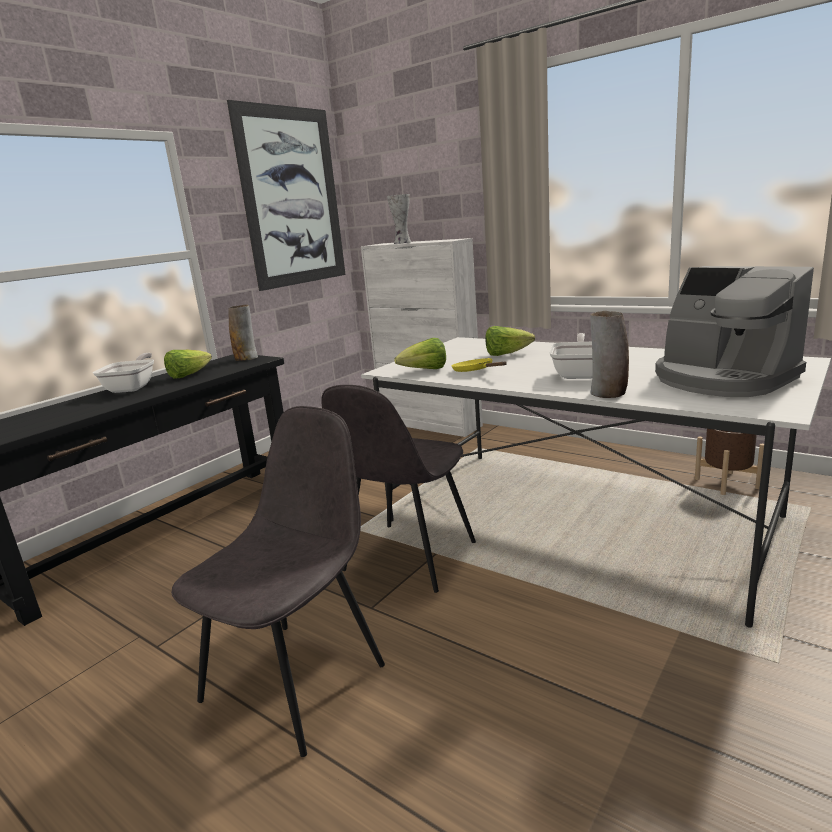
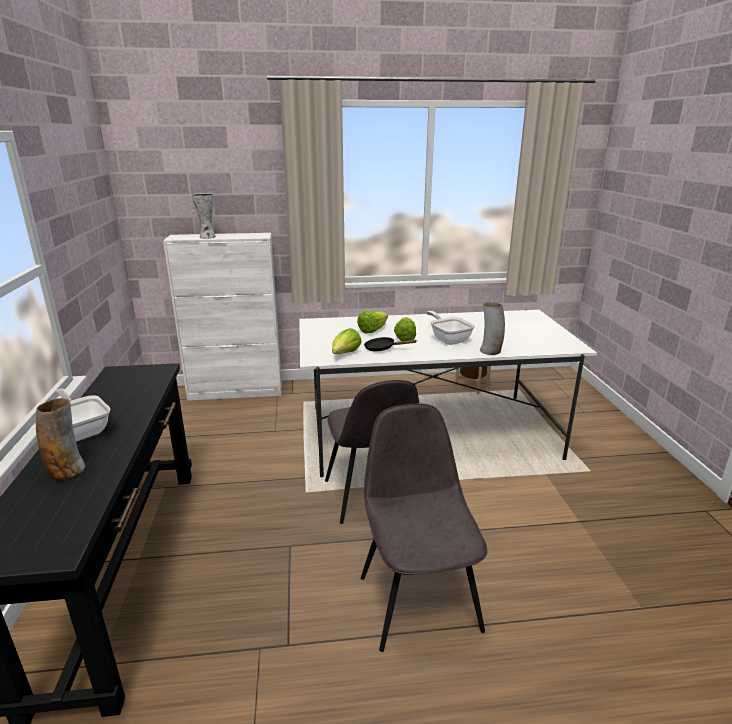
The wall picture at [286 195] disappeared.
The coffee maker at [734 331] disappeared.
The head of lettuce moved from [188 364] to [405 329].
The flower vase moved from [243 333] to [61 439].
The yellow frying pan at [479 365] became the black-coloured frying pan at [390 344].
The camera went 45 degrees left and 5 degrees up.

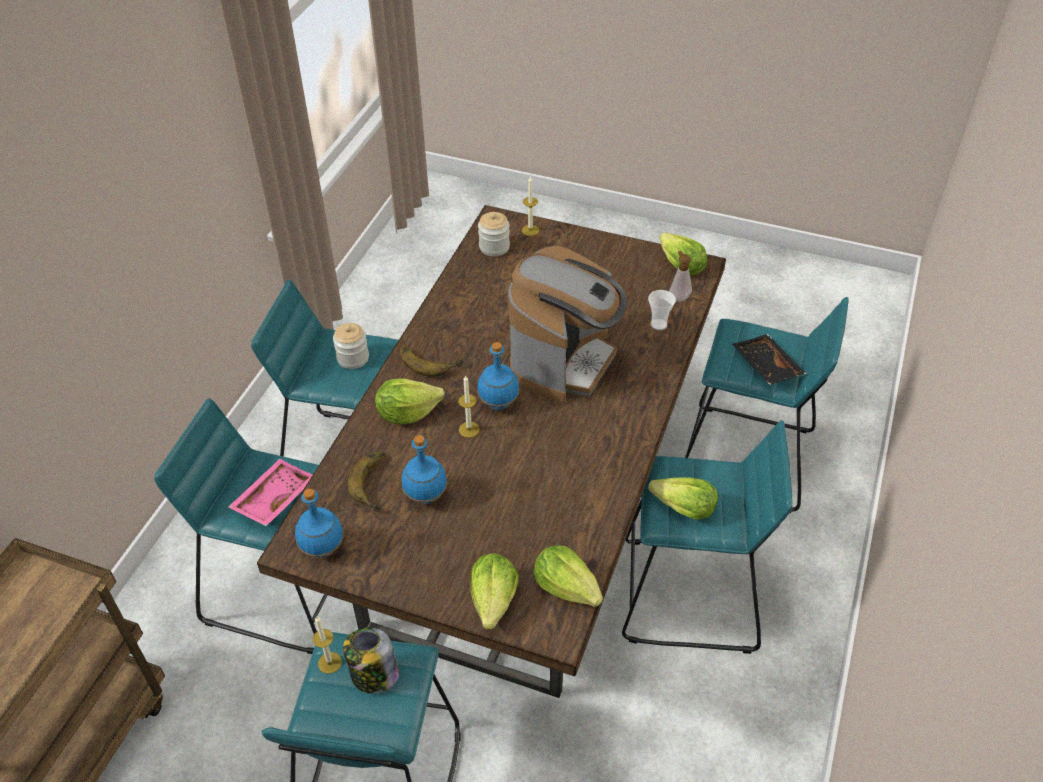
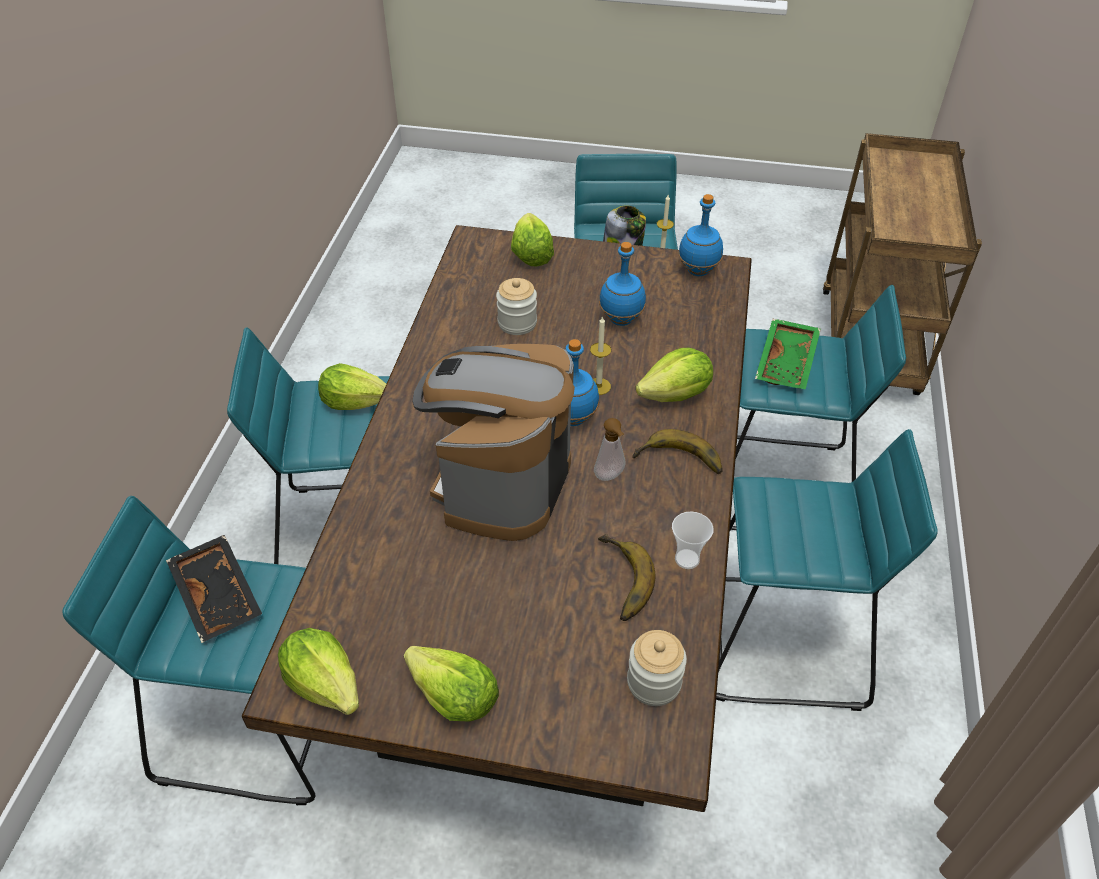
The candle at [530 206] disappeared.
The preserve jar moved from [351 346] to [516 306].
The whole banana moved from [366 482] to [627 577].
The head of lettuce moved from [568 576] to [451 684].
The small cup moved from [662 310] to [693 540].
The soap bottle moved from [680 276] to [610 449].
The pink-coloured tray at [270 492] became the green-coloured tray at [788 354].
The camera went 170 degrees right and 0 degrees up.

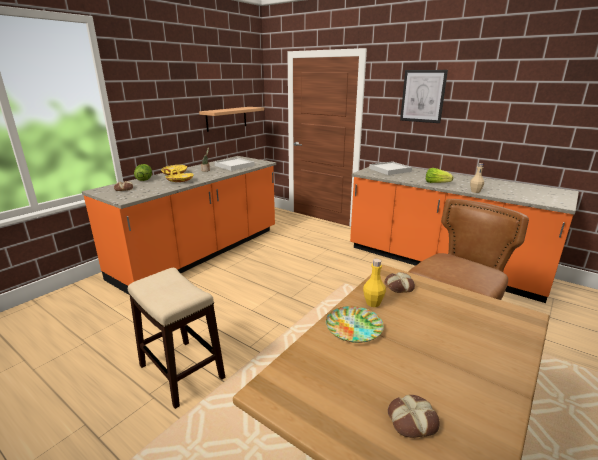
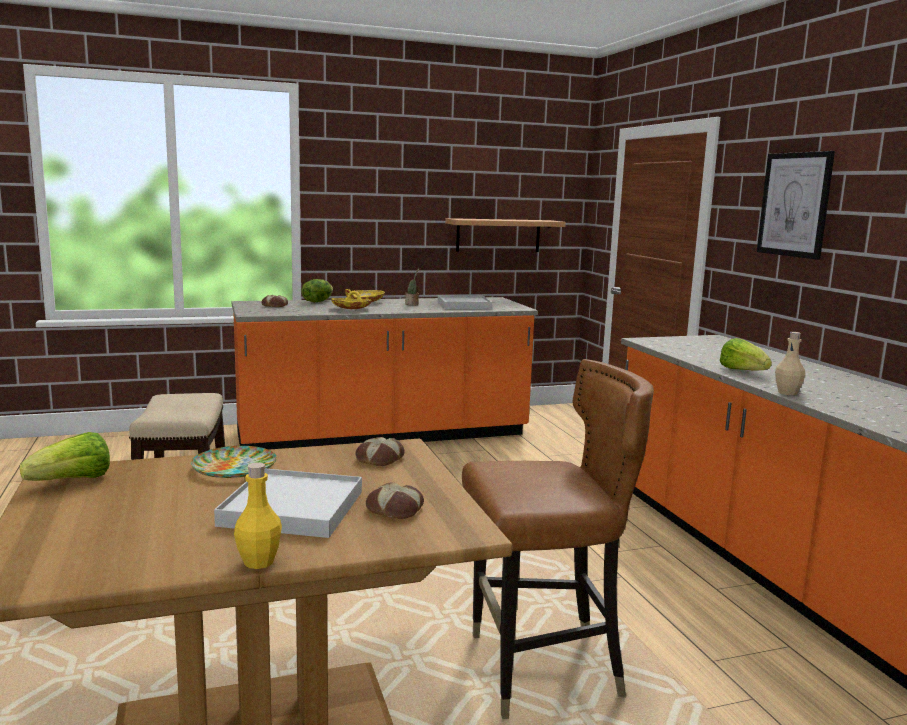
The head of lettuce at [65 456] appeared.
The yellow bottle moved from [374 283] to [258 515].
The whitish tray moved from [390 168] to [288 503].
The bakery bread moved from [414 416] to [395 501].
The camera went 35 degrees right and 10 degrees down.

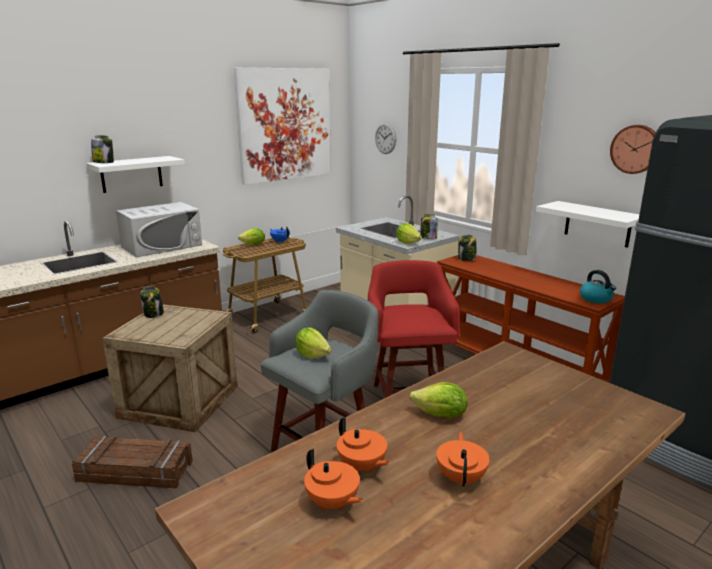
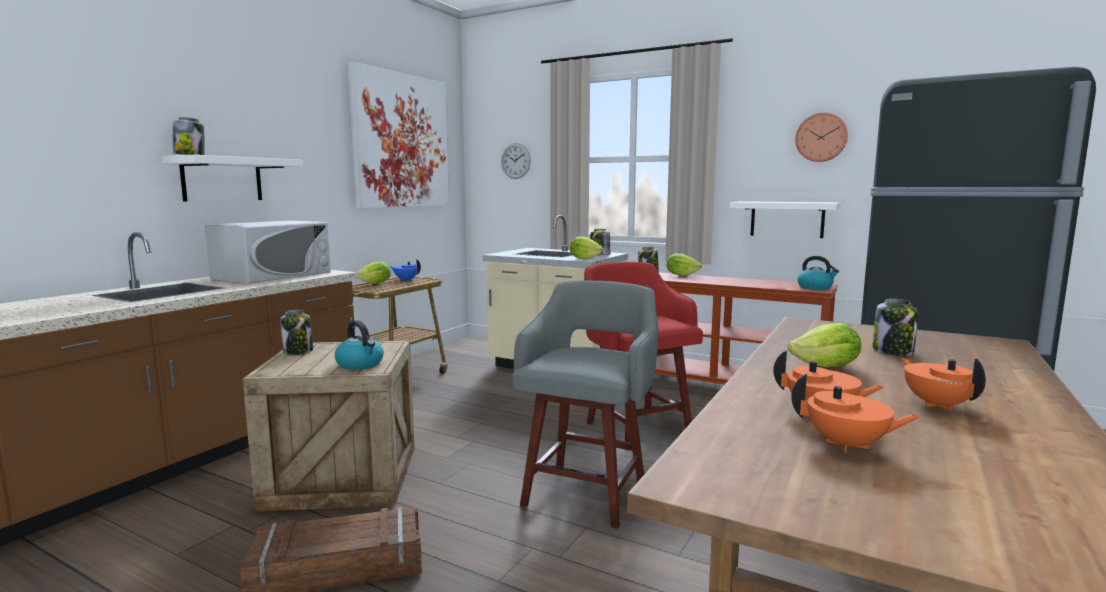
The kettle at [359 345] appeared.
The preserve jar at [895 327] appeared.
The head of lettuce moved from [313 343] to [684 264].
The camera went 20 degrees left and 10 degrees down.

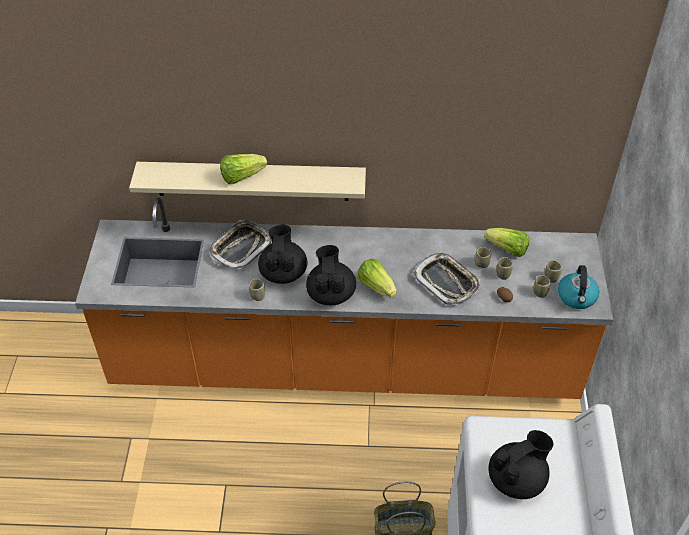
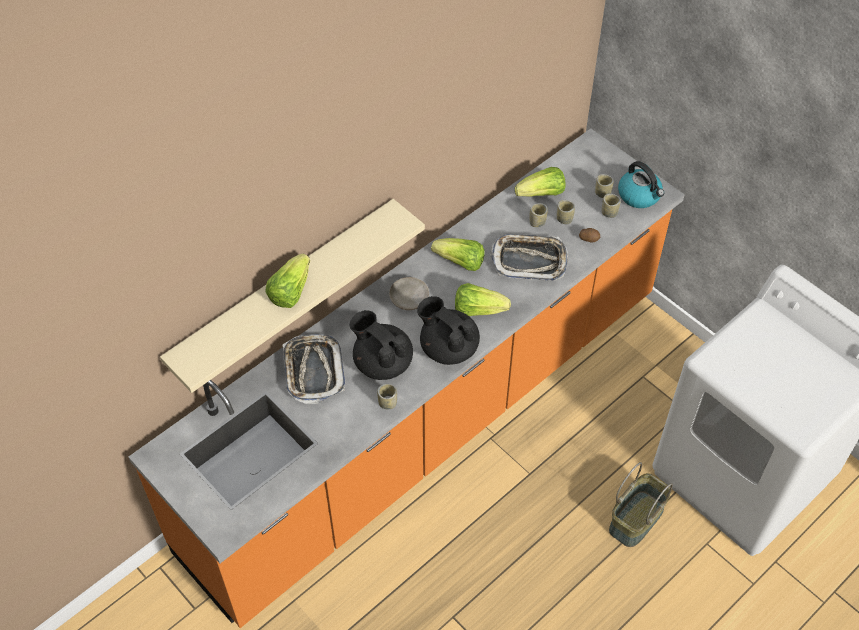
The black-coloured teapot at [521 464] disappeared.
The beige-coloured dinner plate at [409 293] appeared.
The head of lettuce at [458 254] appeared.
The camera went 45 degrees left and 5 degrees up.

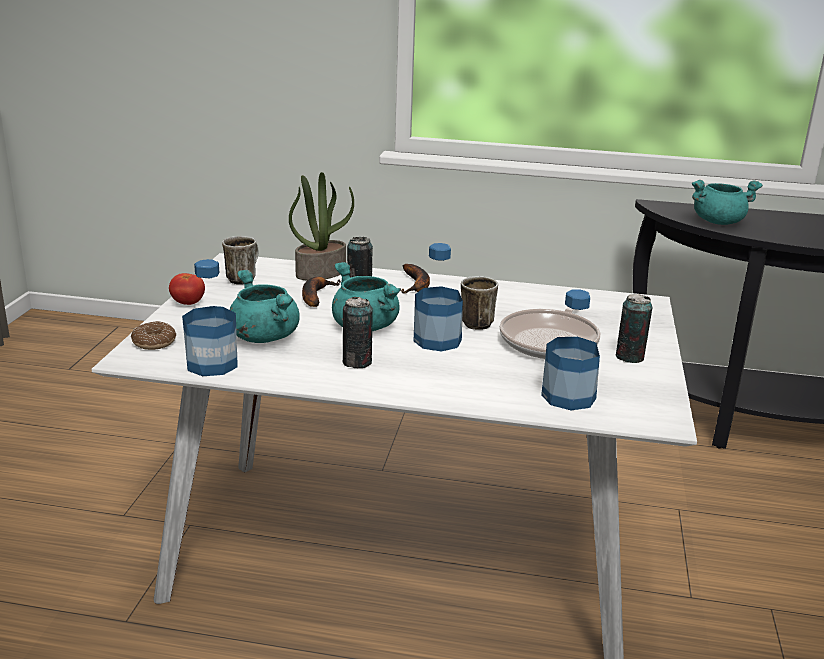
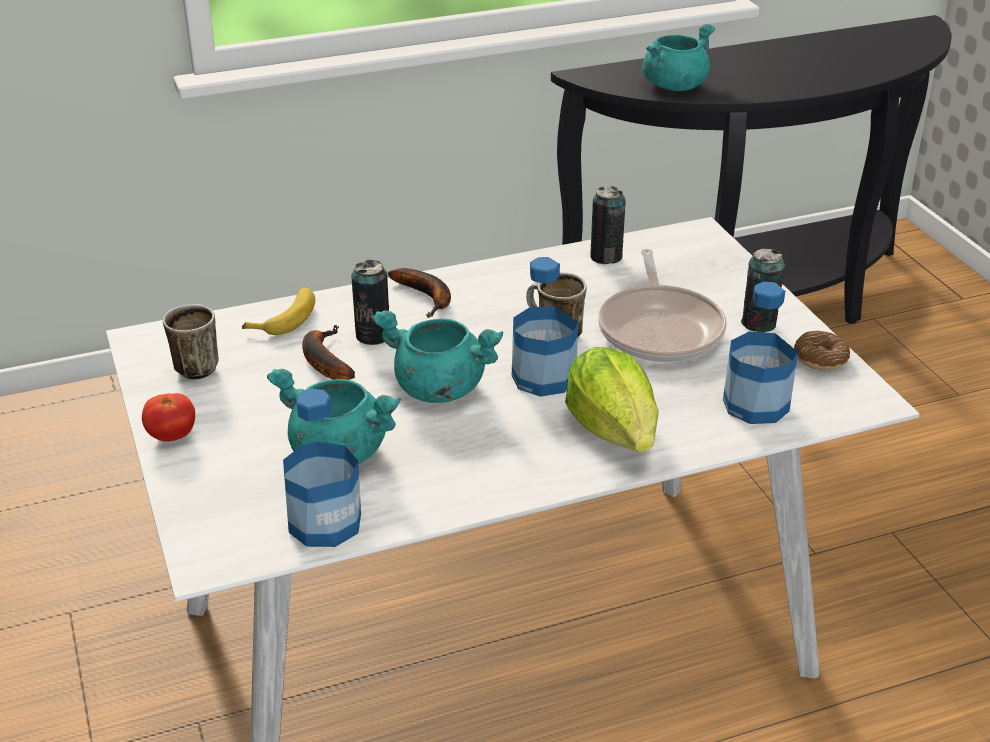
The head of lettuce at [612 399] appeared.
The doughnut moved from [153 335] to [822 351].
The sealed can moved from [358 332] to [608 225].
The potted plant at [321 226] was replaced by the whole banana at [278 311].
The camera went 30 degrees left and 10 degrees up.

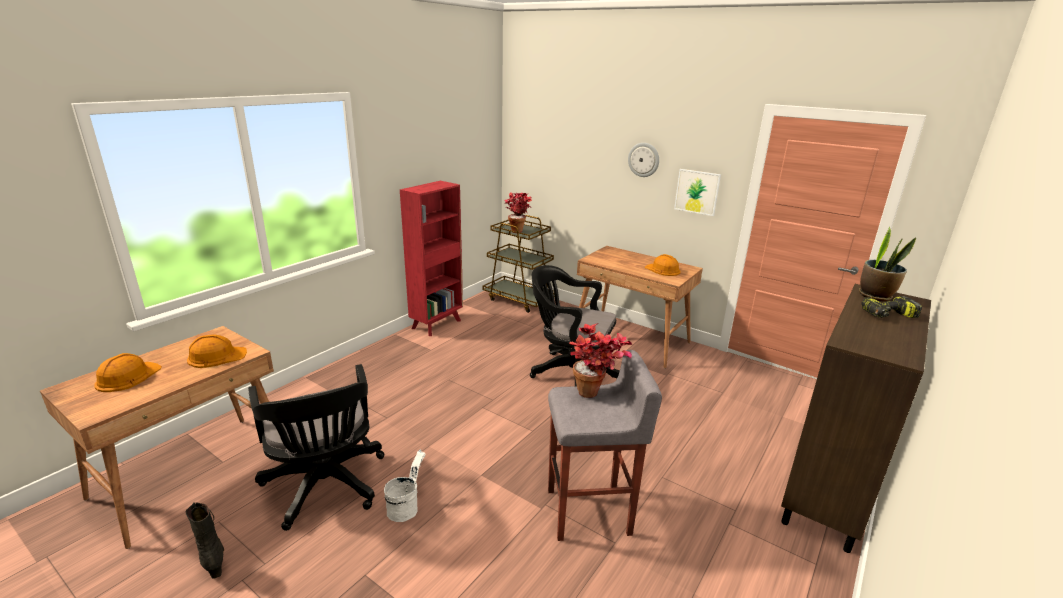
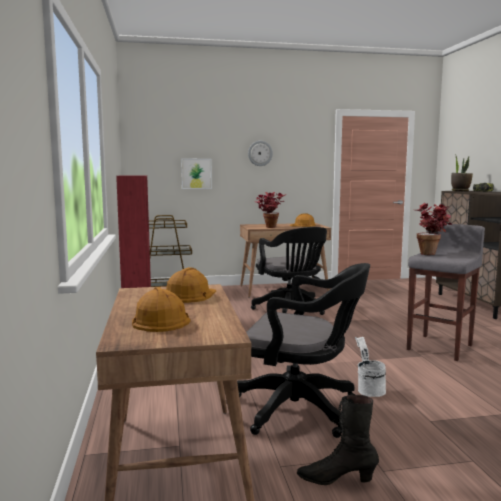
The potted plant moved from [518 212] to [269 210].
The wall picture moved from [697 192] to [196 174].
The black-coloured office chair at [574 325] turned 90 degrees counterclockwise.
The camera went 45 degrees left and 15 degrees down.

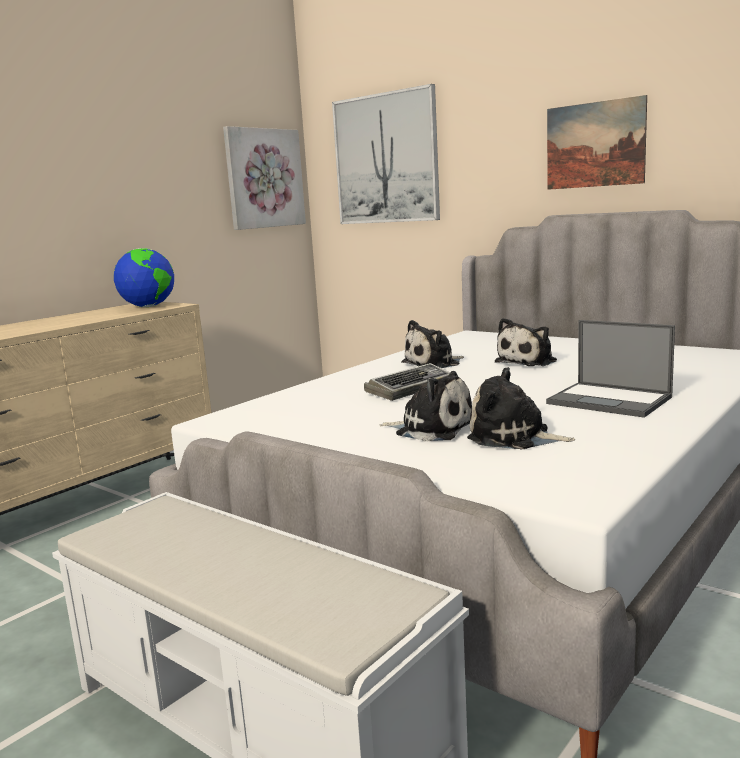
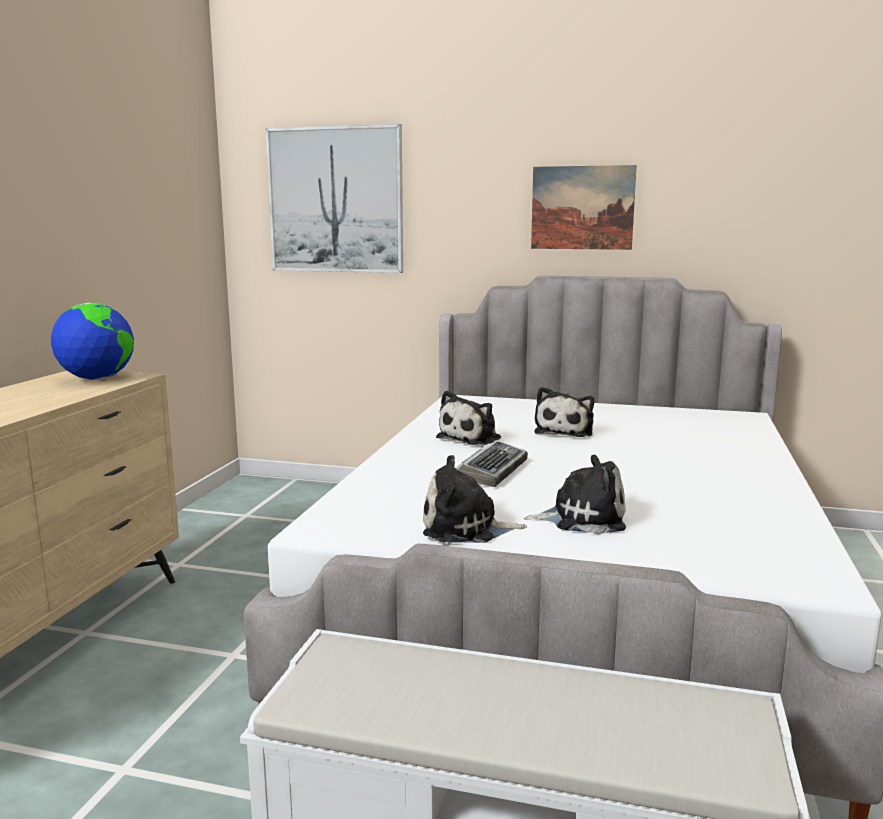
The wall picture at [264 178] disappeared.
The portable computer at [610 369] disappeared.
The plush toy moved from [521 408] to [475 499].
The camera went 25 degrees left and 0 degrees up.

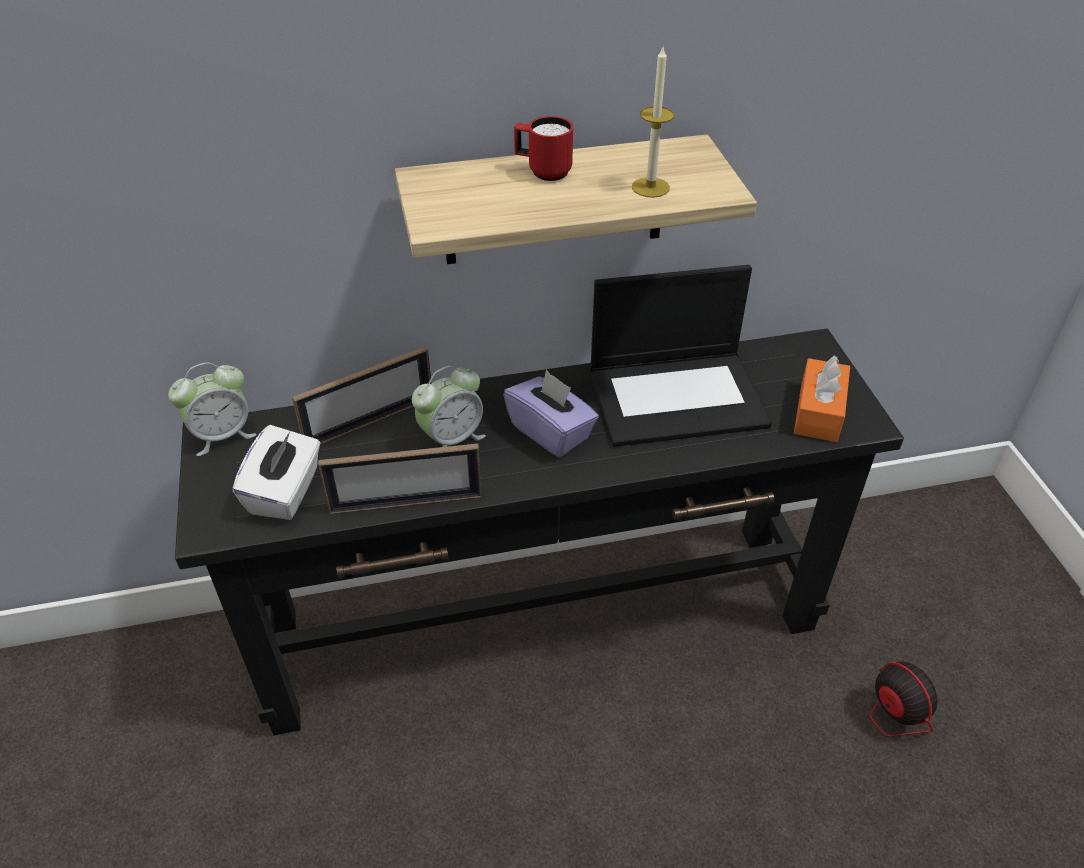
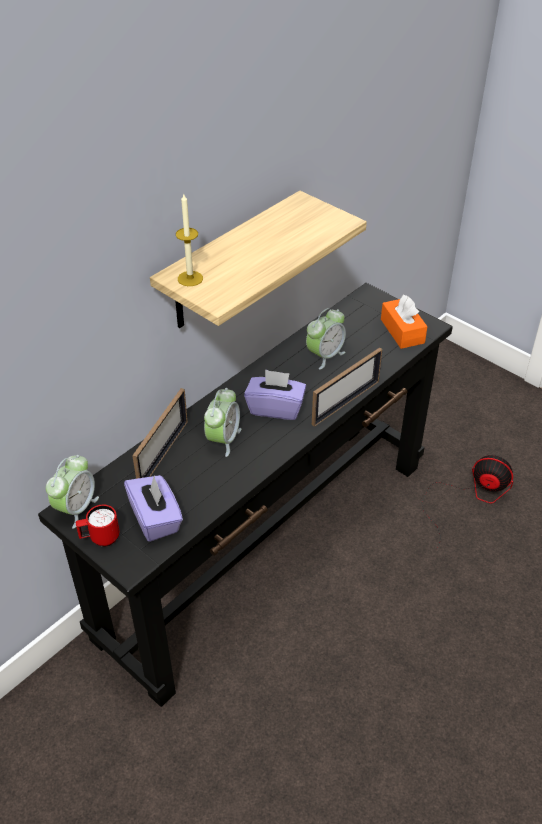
The standing frame moved from [400 478] to [347 387].
The reddish tea mug moved from [543 148] to [98 526].
The candle moved from [653 122] to [189 240].
The portable computer at [681 356] was replaced by the table clock at [326 338].
The whitish box of tissues at [276 472] became the purple-coloured box of tissues at [153 508].
The camera went 35 degrees left and 0 degrees up.

